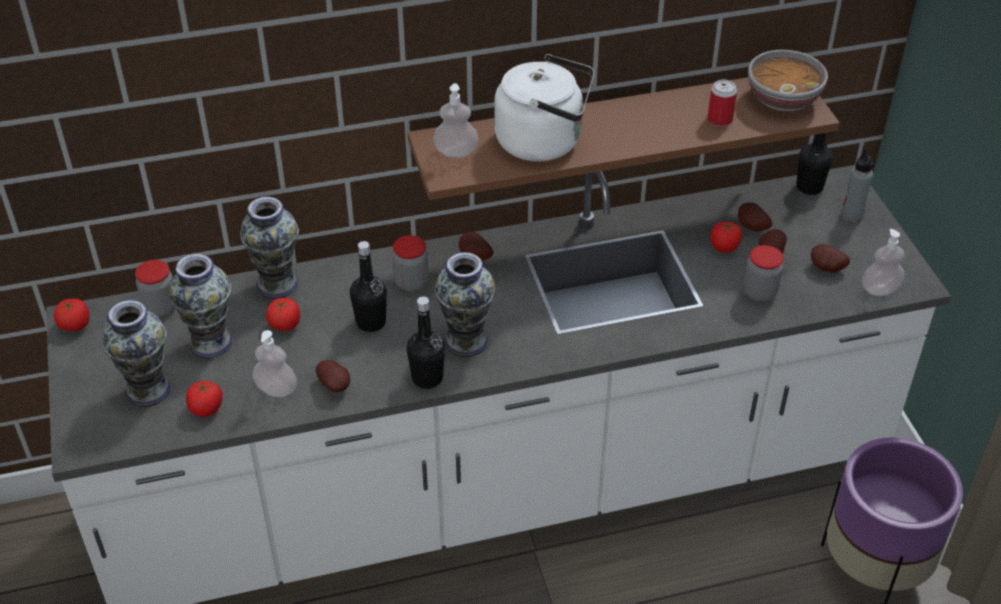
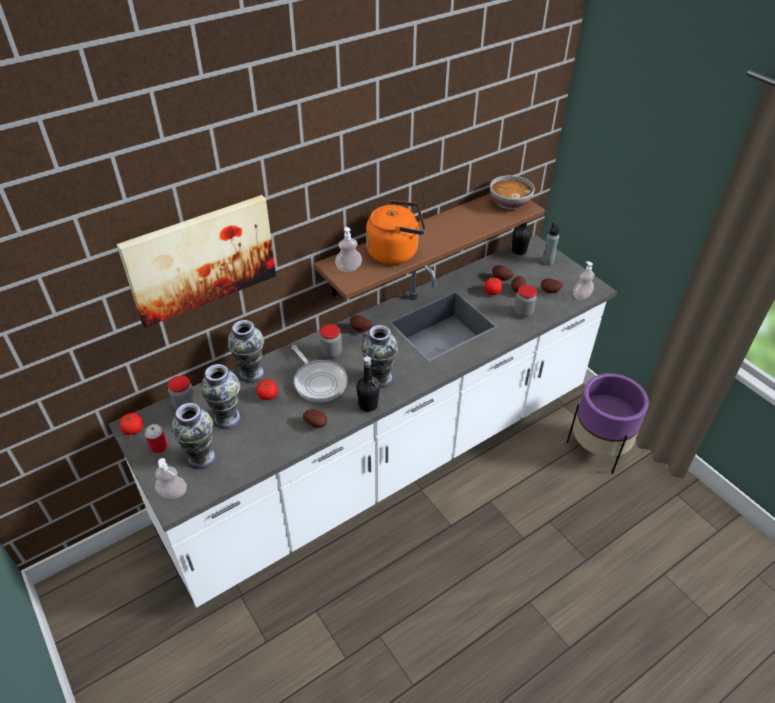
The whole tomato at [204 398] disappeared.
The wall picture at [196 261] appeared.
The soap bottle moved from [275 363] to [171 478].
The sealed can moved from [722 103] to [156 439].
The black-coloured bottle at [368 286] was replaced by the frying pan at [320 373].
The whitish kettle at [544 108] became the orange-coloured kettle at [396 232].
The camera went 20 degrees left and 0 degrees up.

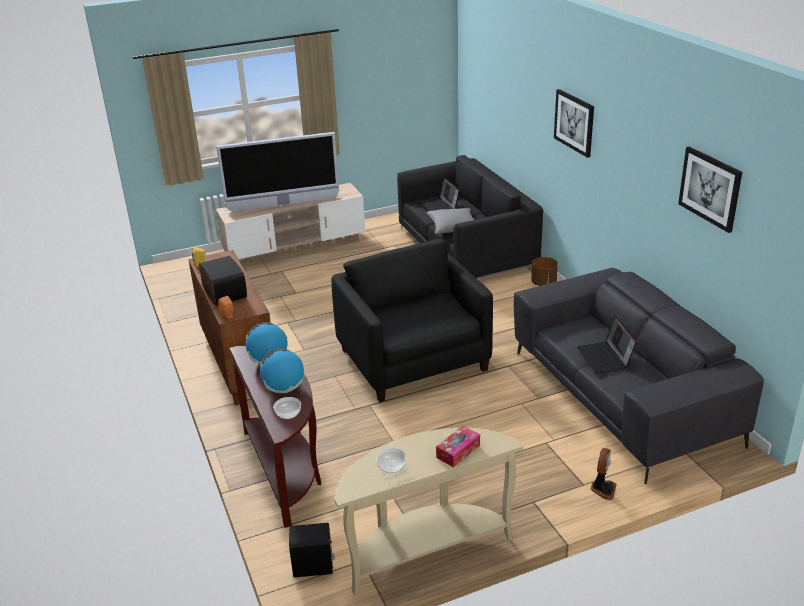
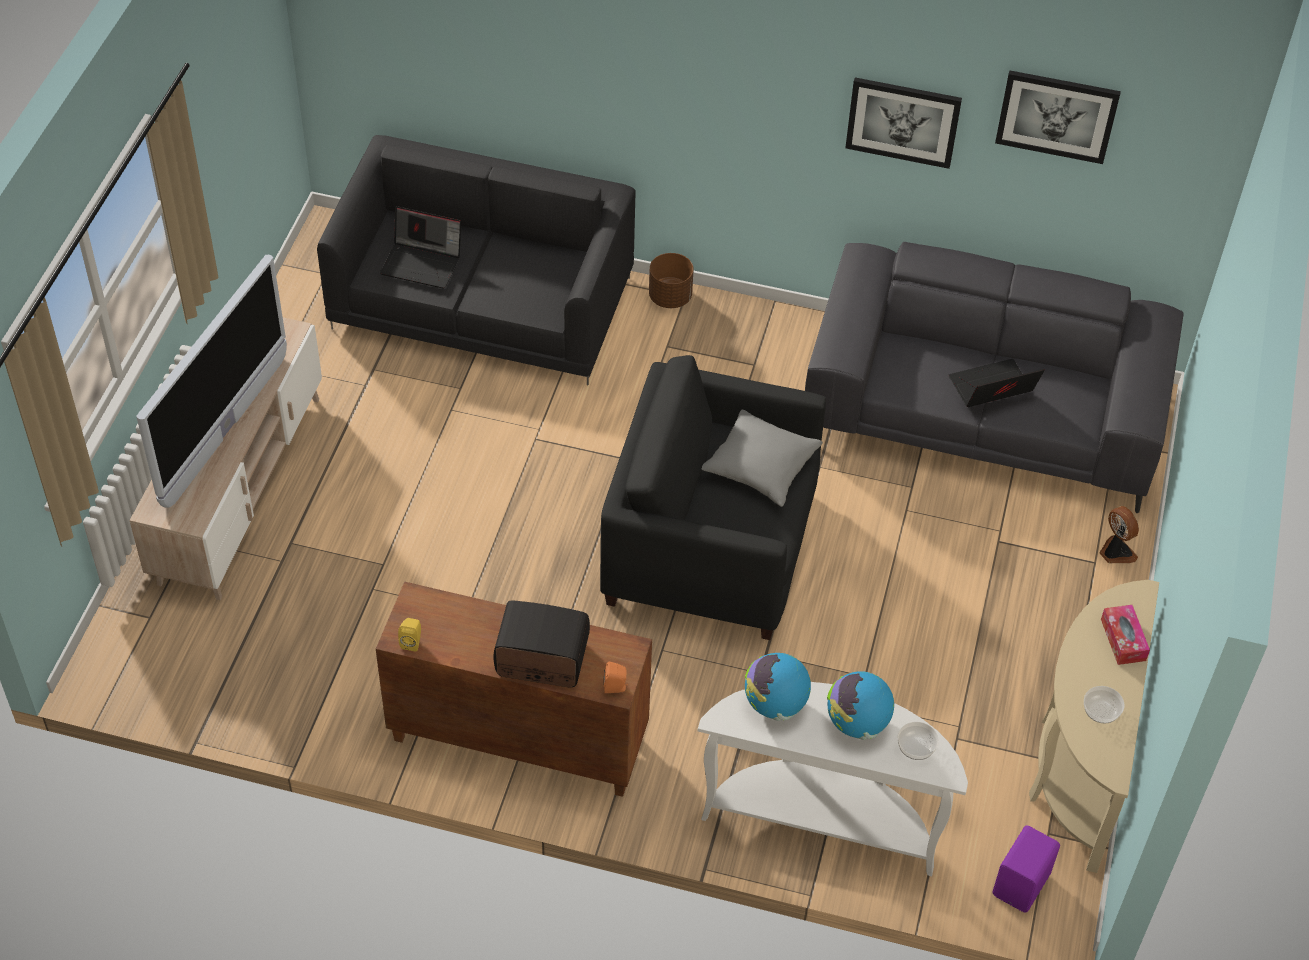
The greyish throw pillow moved from [450 221] to [762 458].
The wall picture moved from [574 123] to [903 123].
The brown hall table at [275 437] became the whitish hall table at [833 779].
The black-coloured audio speaker at [312 550] became the purple-coloured audio speaker at [1026 869].
The portable computer at [607 345] turned 135 degrees clockwise.
The camera went 55 degrees left and 20 degrees up.

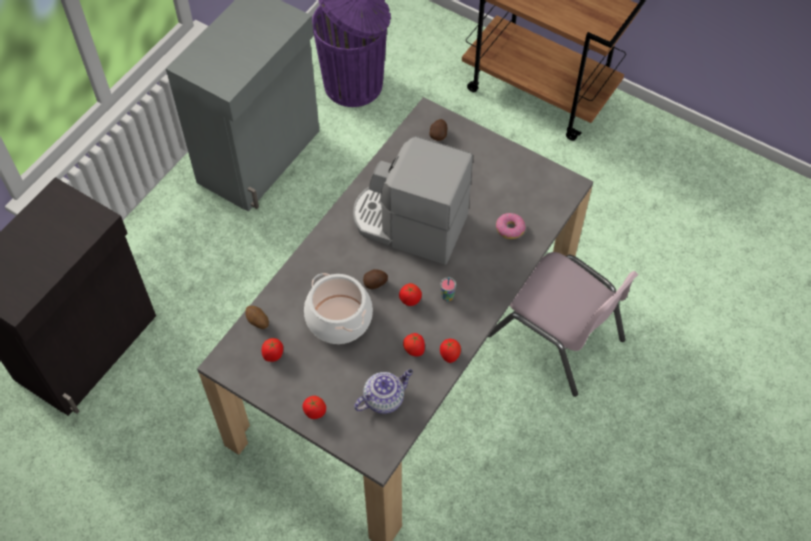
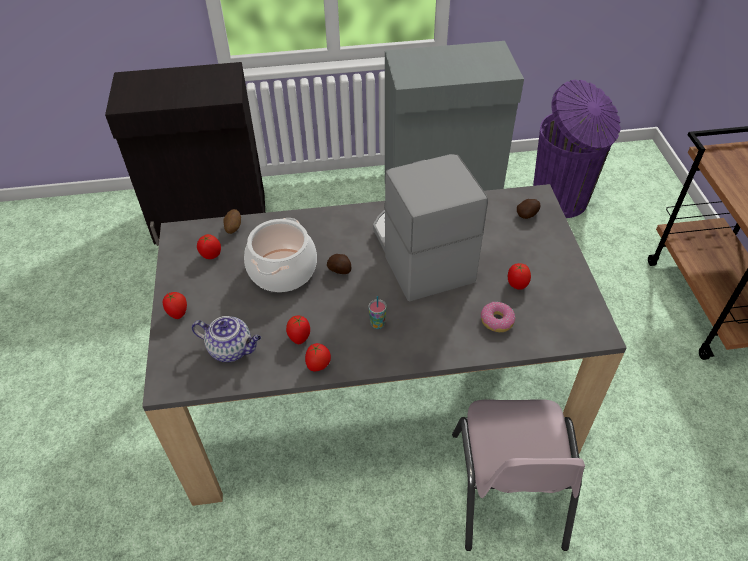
The whole tomato moved from [410 294] to [519 276].
The camera went 50 degrees right and 10 degrees down.

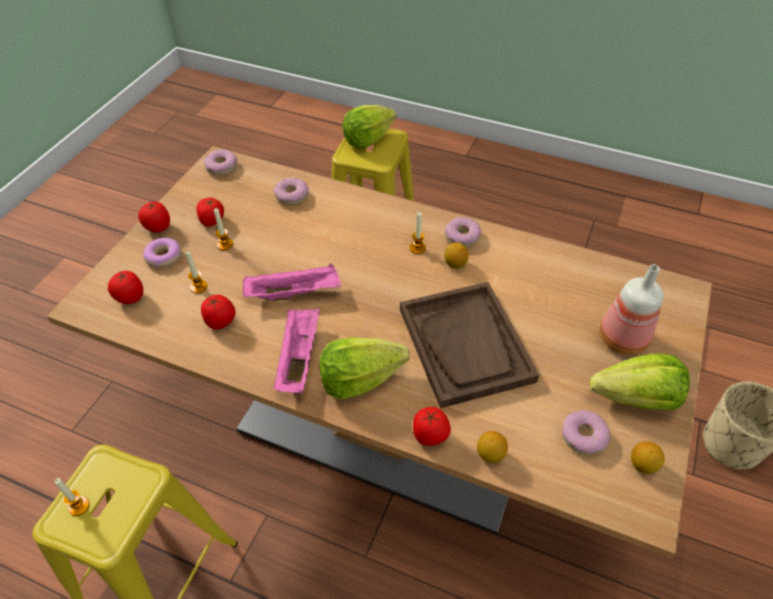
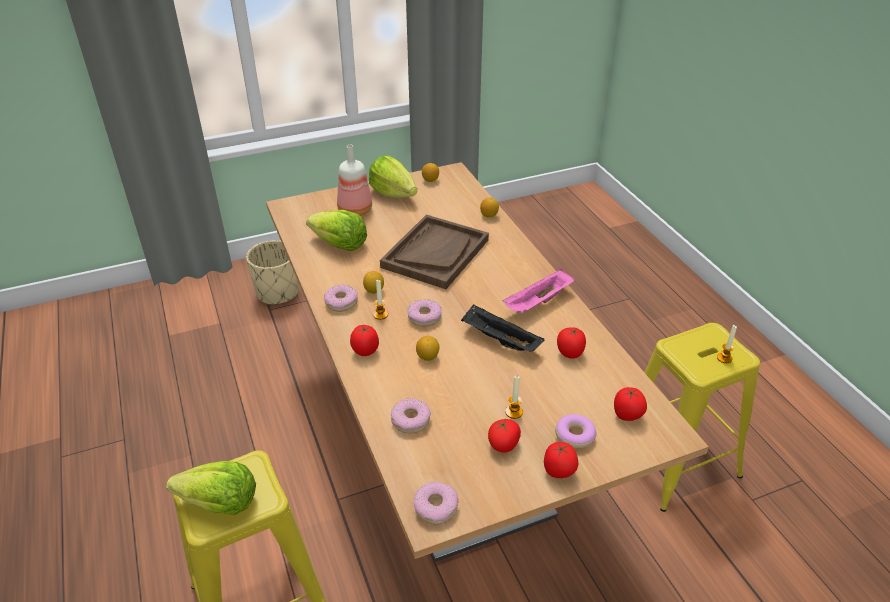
The candle at [196 272] disappeared.
The citrus fruit at [427 348] appeared.
The head of lettuce moved from [364 368] to [336 230].
The whole tomato moved from [432 426] to [364 340].
The doughnut moved from [586 432] to [424 313].
The pink-coloured tray at [291 281] became the black-coloured tray at [503 328].
The camera went 135 degrees left and 10 degrees down.

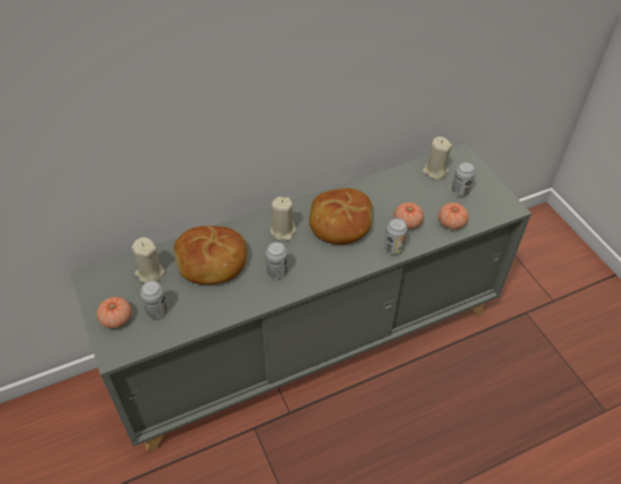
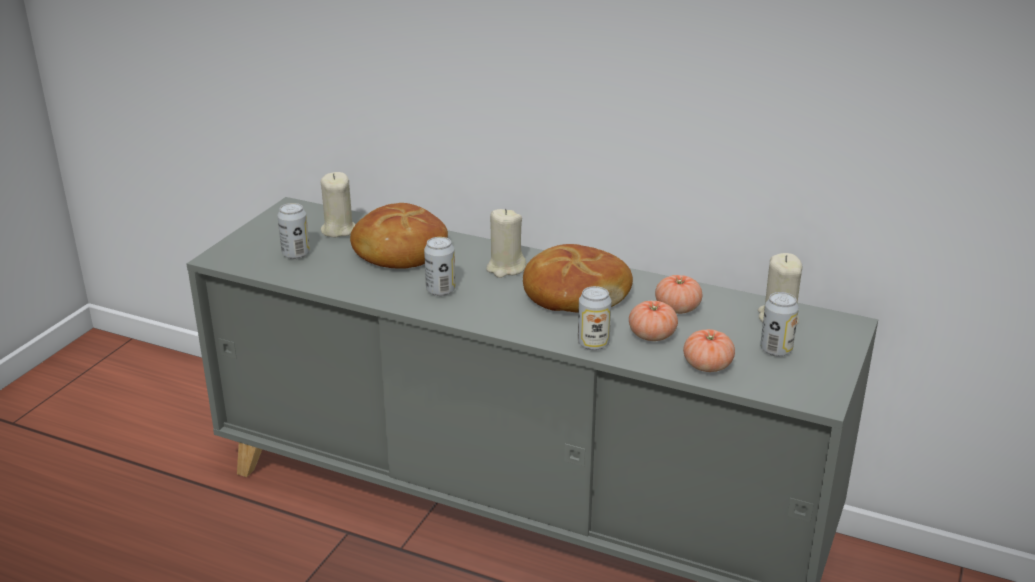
The whole tomato moved from [114 312] to [678 294].
The camera went 50 degrees right and 20 degrees down.

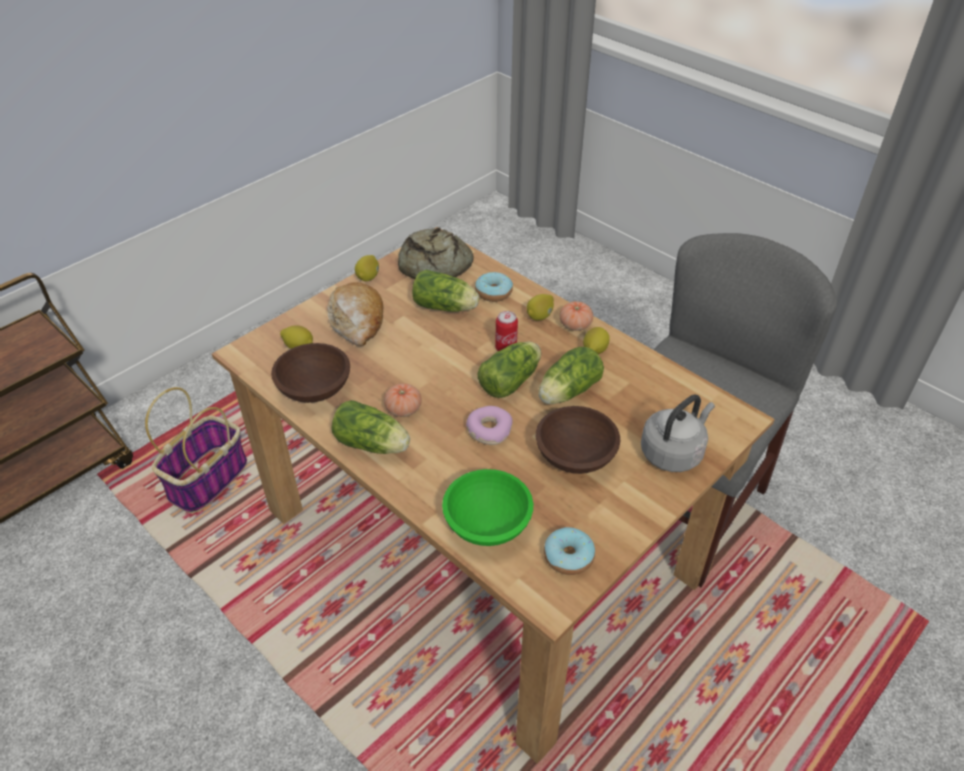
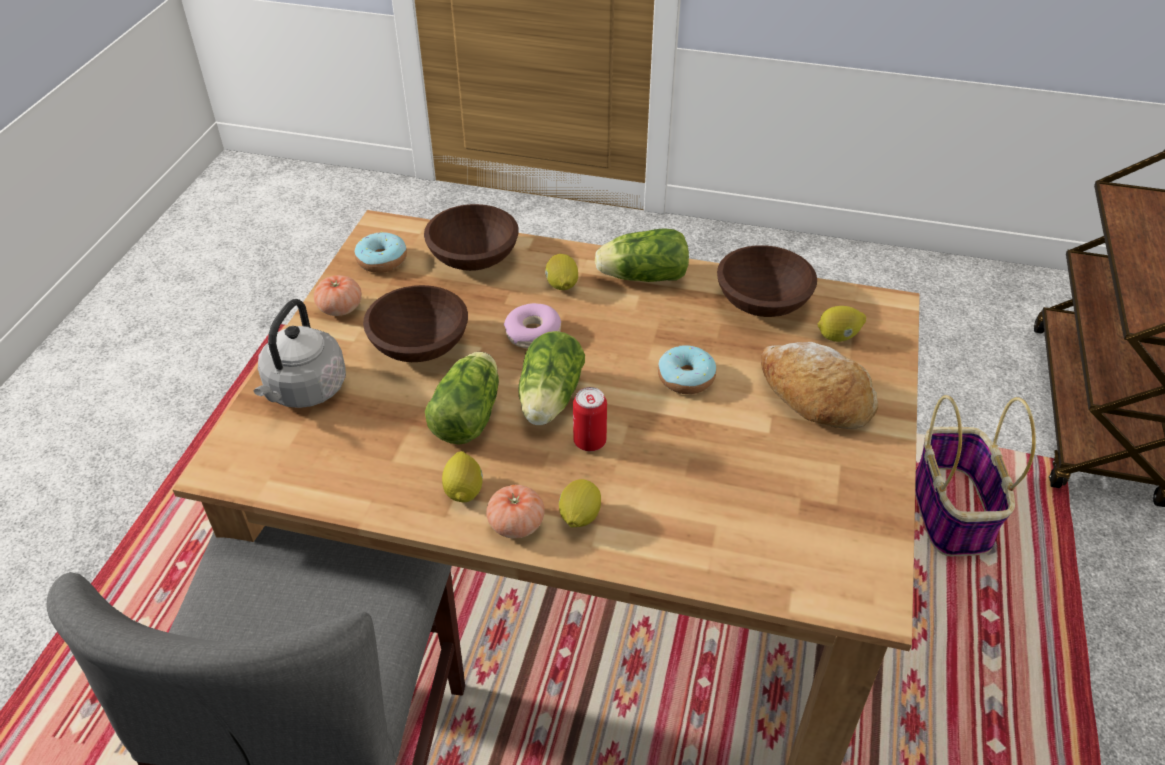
The bakery bread at [436 253] disappeared.
The head of lettuce at [445 290] disappeared.
The citrus fruit moved from [367 268] to [561 272].
The whole tomato moved from [403 400] to [338 295].
The doughnut moved from [494 287] to [687 369].
The green-coloured bowl at [487 507] became the brown bowl at [471 237].
The camera went 150 degrees right and 0 degrees up.

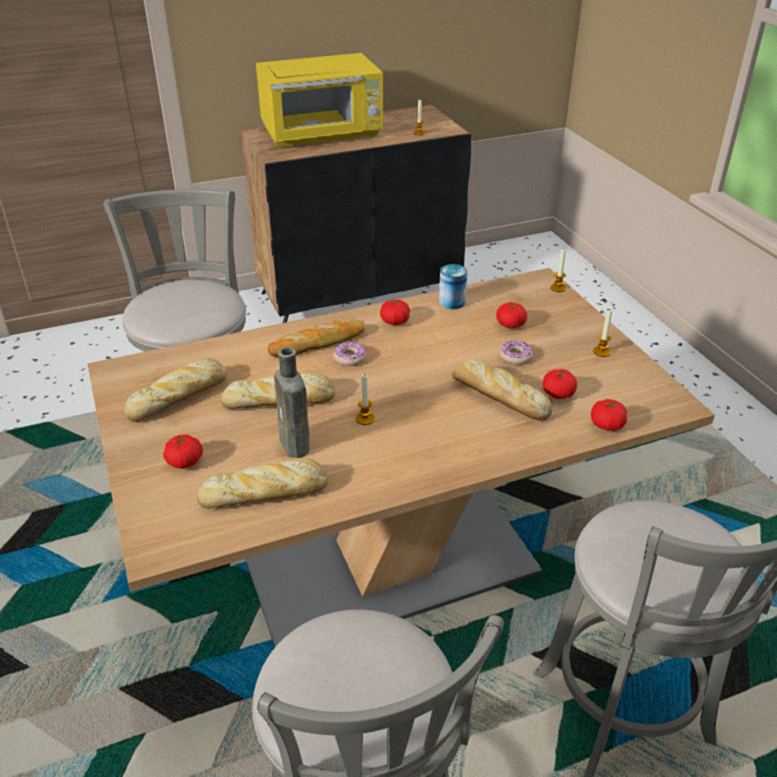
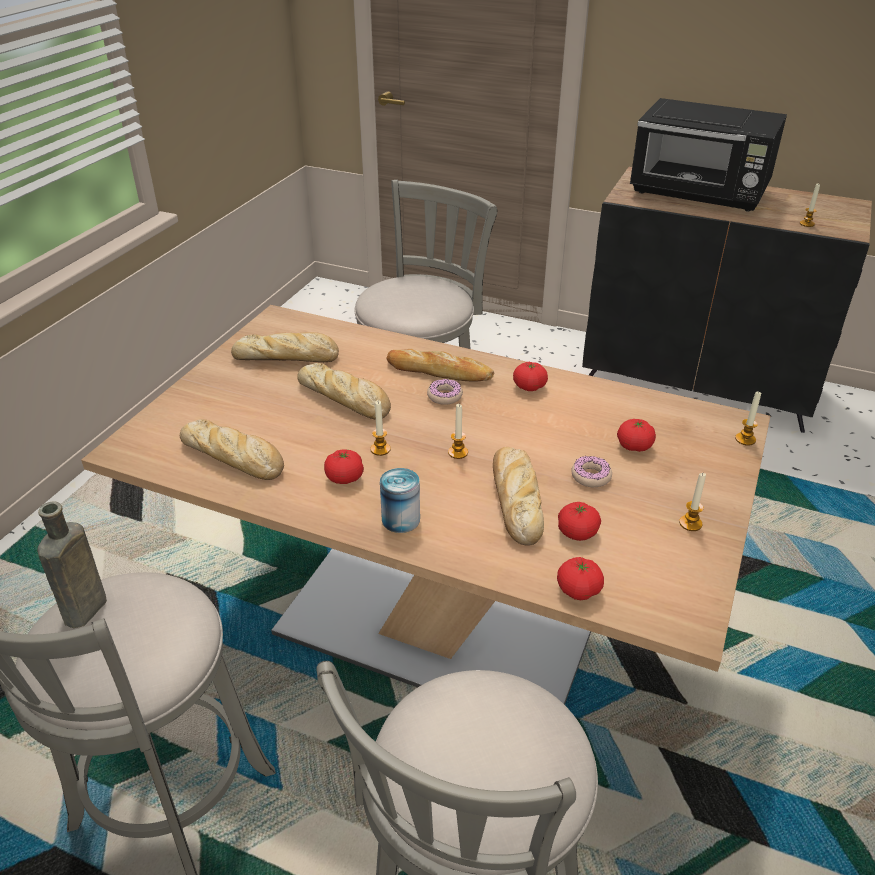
The candle at [458 431] appeared.
The whole tomato moved from [183 451] to [344 466].
The brown bottle moved from [292 402] to [72 564].
The sealed can moved from [453 286] to [400 500].
The yellow kitchen microwave at [319 100] became the black-coloured kitchen microwave at [708 155].
The camera went 45 degrees right and 0 degrees up.

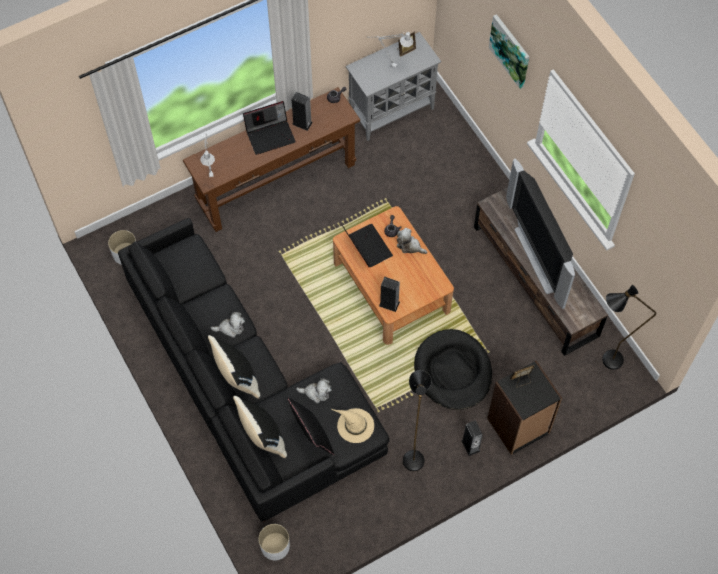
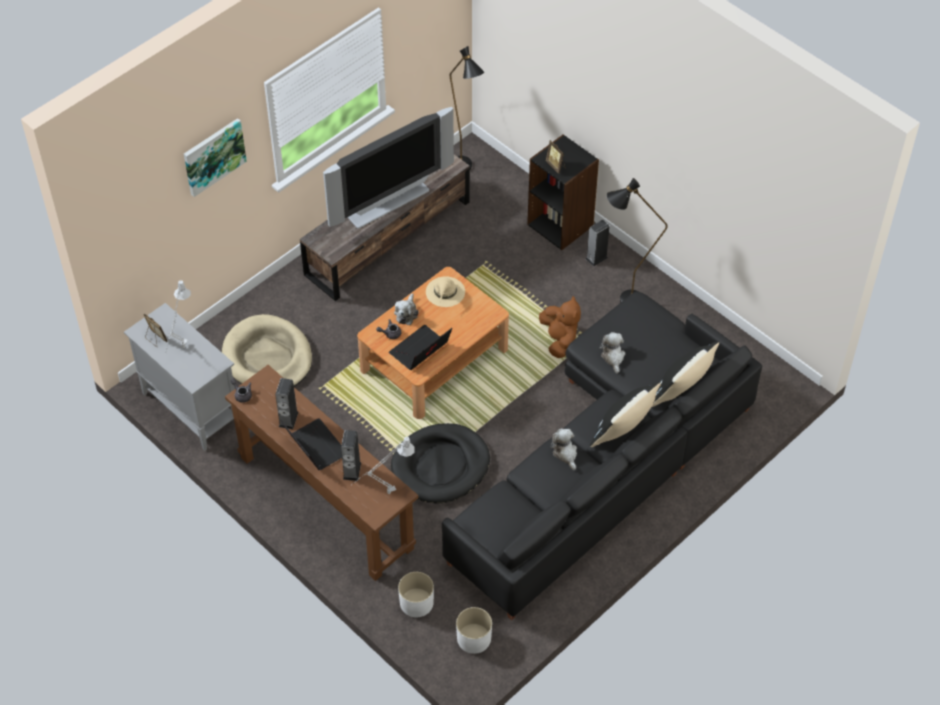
The black-coloured throw pillow at [311 426] disappeared.
The beige-coloured pet bed at [267 350] appeared.
The brown plush toy at [560 327] appeared.
The whitish plant pot moved from [274 542] to [416 594].
The beige-coloured clothing hat moved from [353 425] to [445 291].
The audio speaker moved from [389 294] to [351 455].
The black-coloured pet bed moved from [453 369] to [440 463].
The camera went 105 degrees left and 10 degrees down.

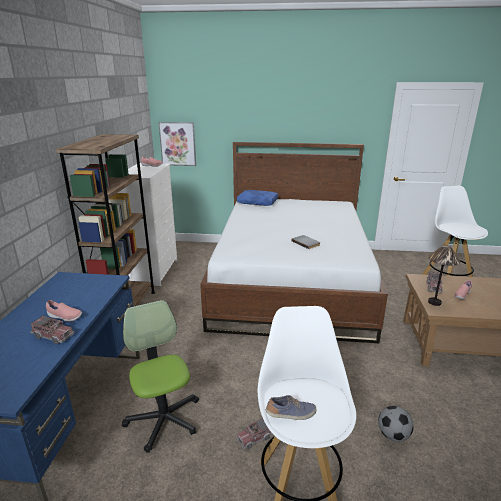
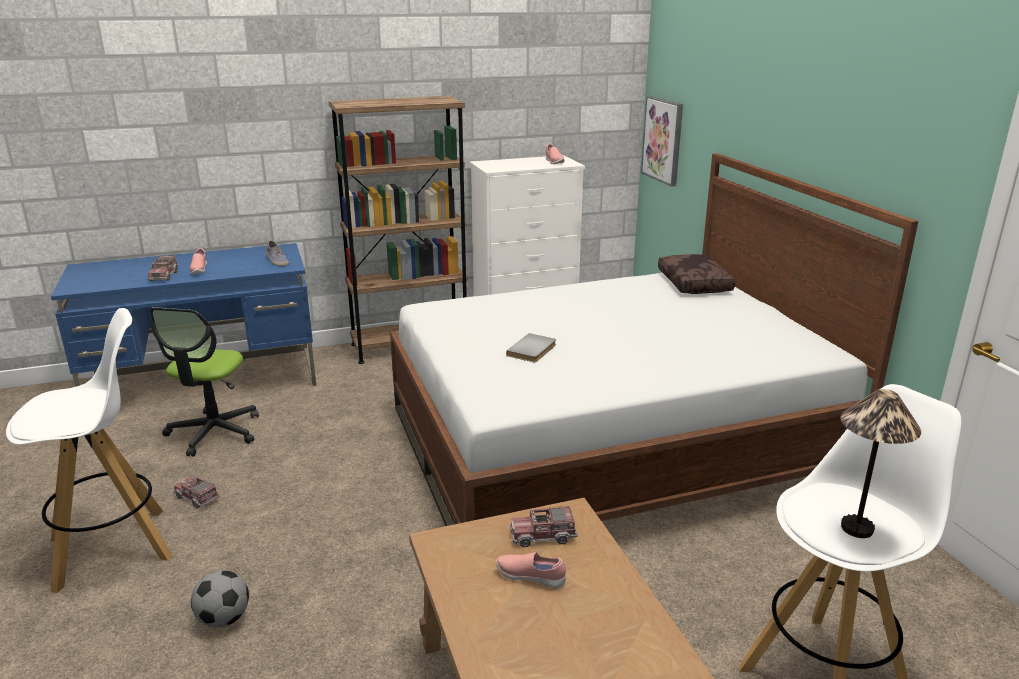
The low shoe moved from [291 407] to [277 253].
The tabletop lamp moved from [444 275] to [880 463].
The blue throw pillow at [257 198] became the brown throw pillow at [696 274].
The office chair at [160 376] turned 150 degrees clockwise.
The camera went 65 degrees right and 0 degrees up.

